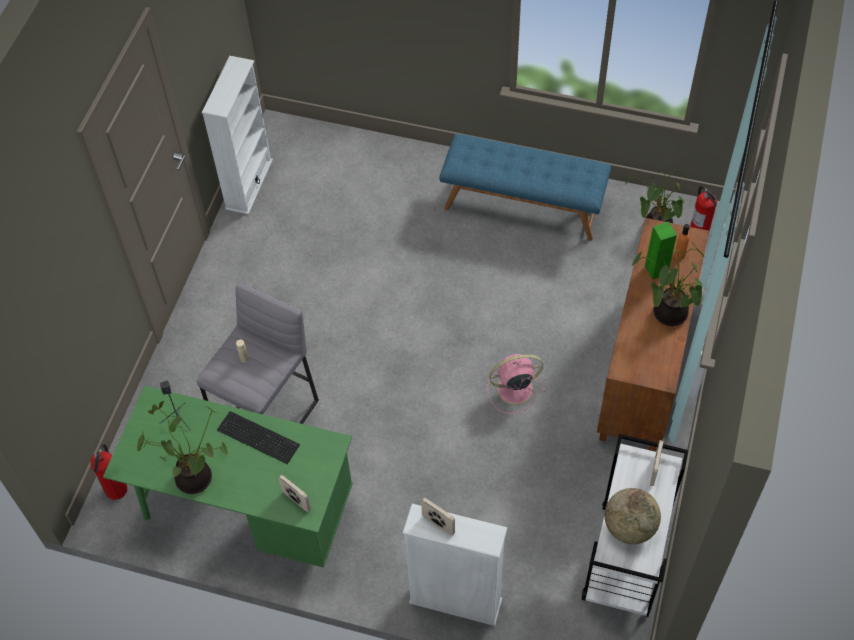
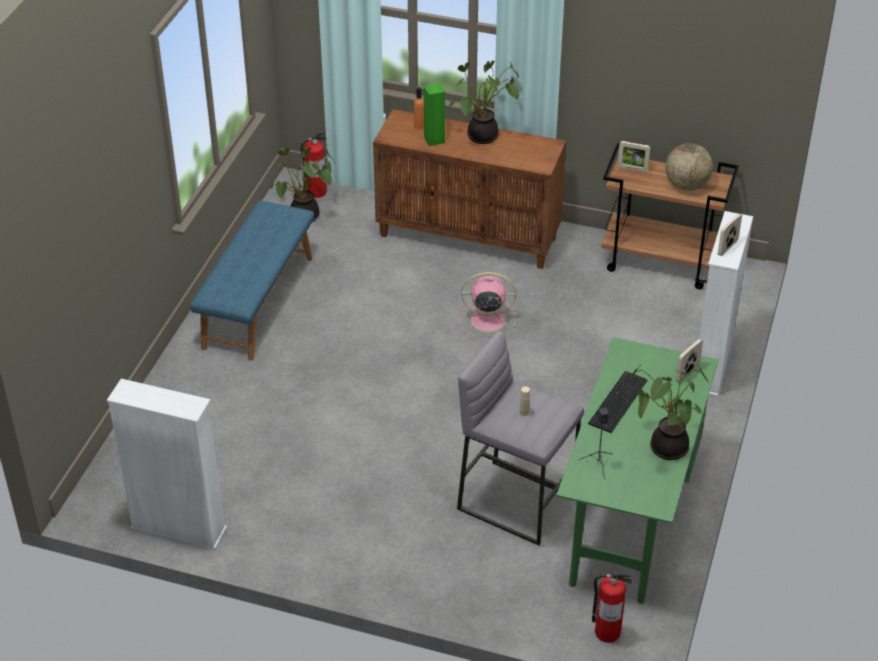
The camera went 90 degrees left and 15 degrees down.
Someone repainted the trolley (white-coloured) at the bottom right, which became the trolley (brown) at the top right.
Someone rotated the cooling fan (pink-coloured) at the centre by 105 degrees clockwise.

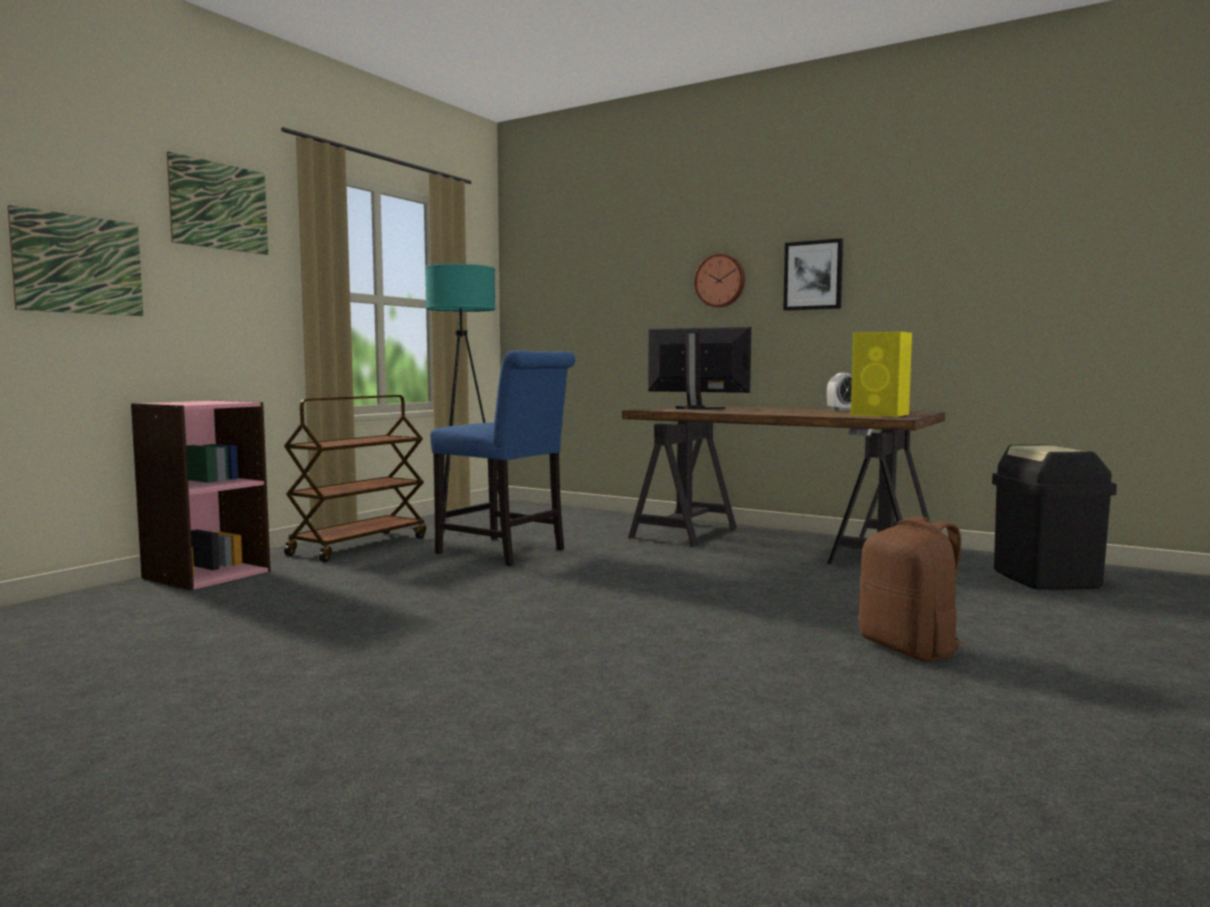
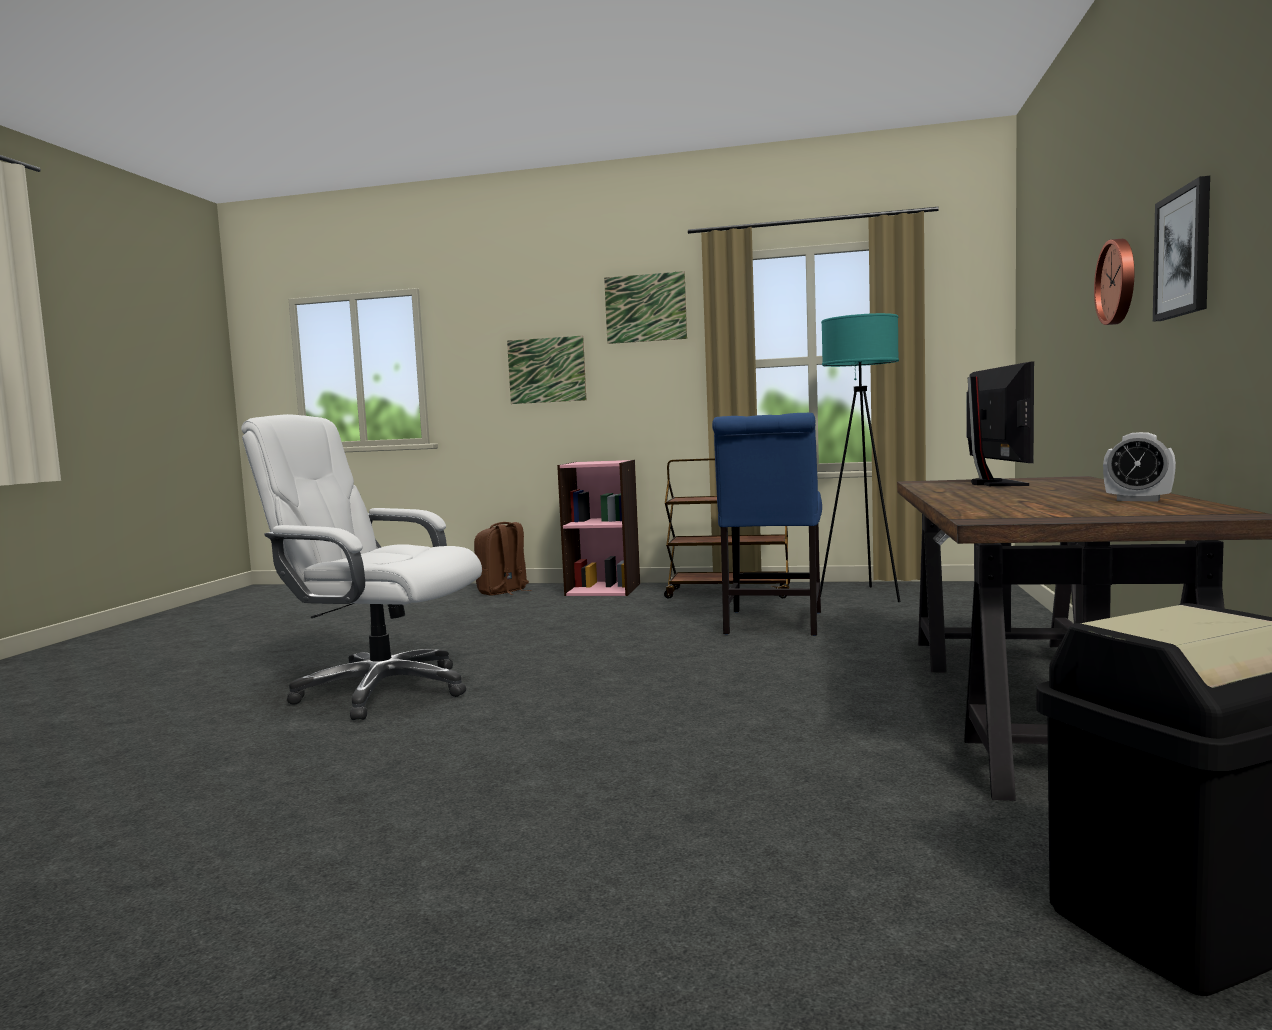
The camera went 70 degrees right and 0 degrees up.
Someone took away the loudspeaker (yellow) at the middle right.
Someone put down the desk chair (white-coloured) at the middle left.
Someone carried the knapsack (brown) from the middle right to the centre.

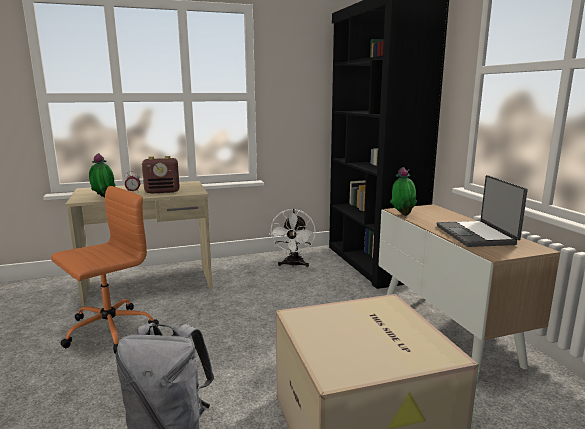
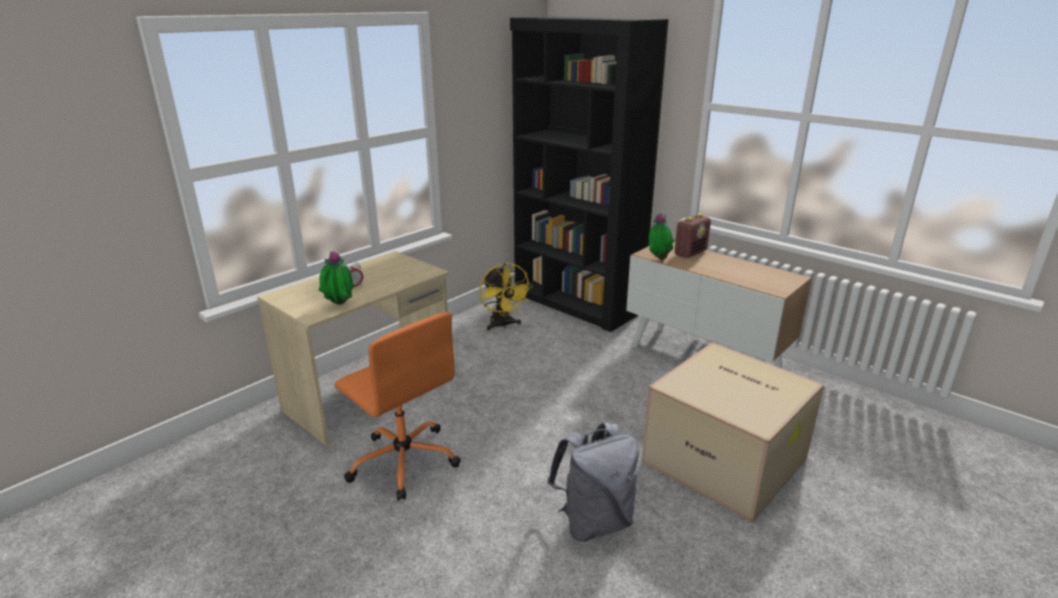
The camera went 30 degrees left and 10 degrees up.
Someone took away the portable computer at the middle right.
Someone carried the radio receiver from the middle left to the centre.
Someone repainted the cooling fan (white-coloured) at the centre, which became the cooling fan (yellow) at the centre.
Someone rotated the desk chair (orangey) at the middle left by 120 degrees clockwise.

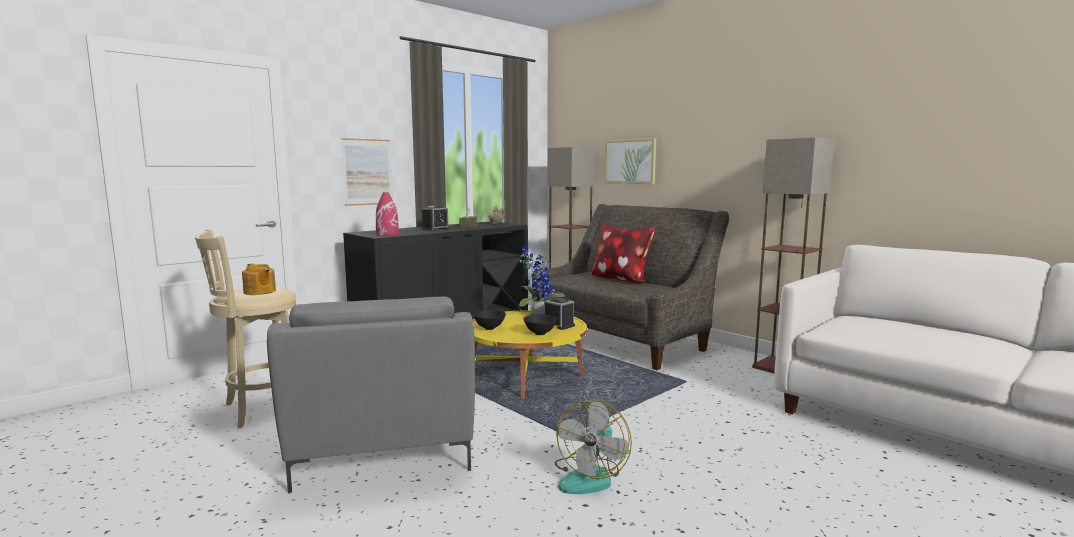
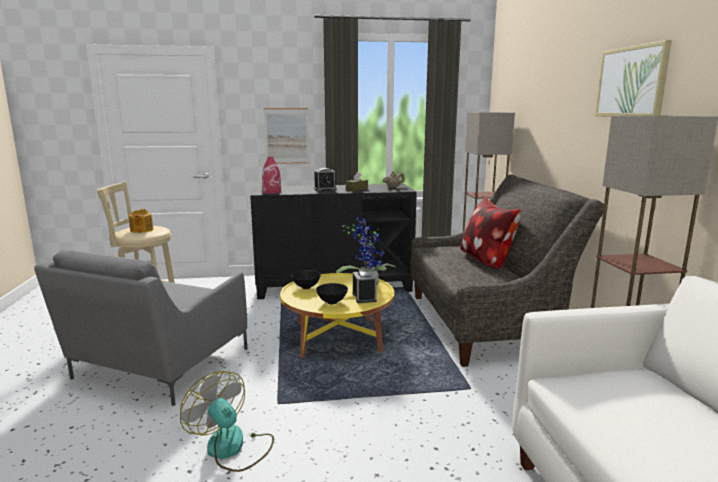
The camera went 35 degrees right and 5 degrees up.
Someone carried the wall picture (no. 2 from left) from the top centre to the top right.
Someone rotated the cooling fan at the bottom centre by 75 degrees clockwise.

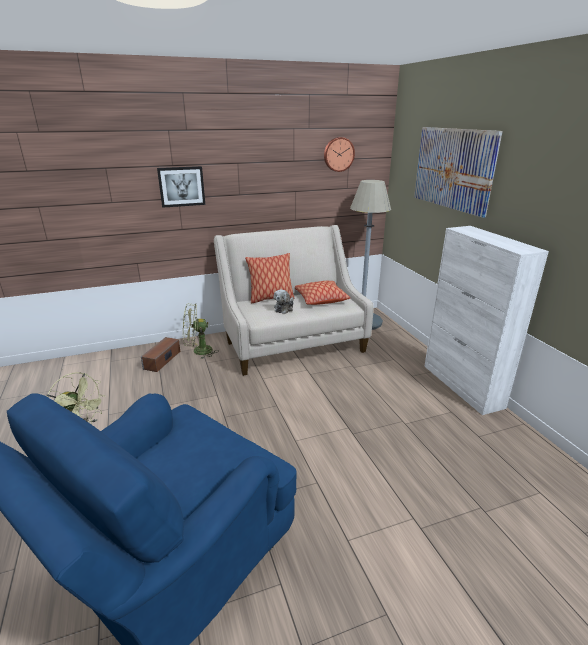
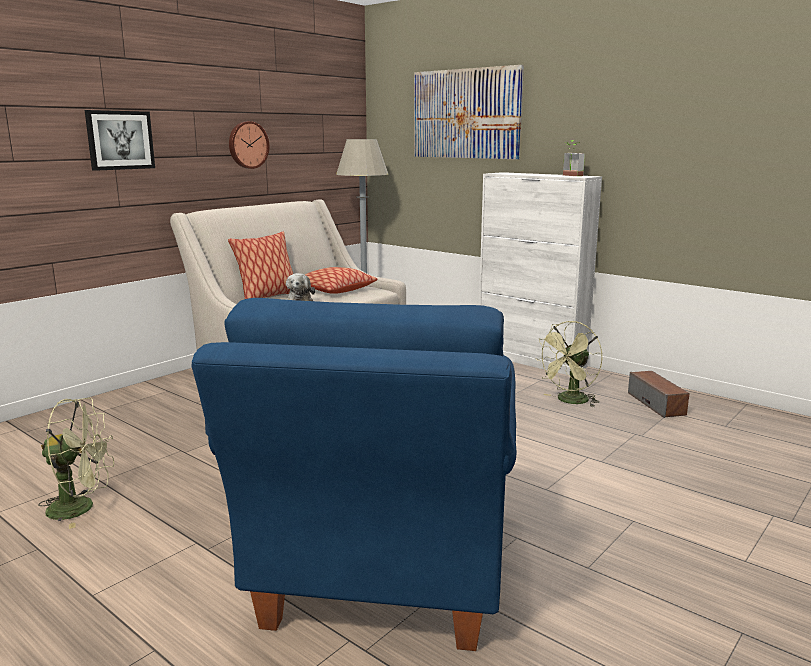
The camera went 30 degrees left and 10 degrees down.
Someone put down the potted plant at the top right.
Someone carried the loudspeaker from the middle left to the middle right.
Someone carried the cooling fan (greenish) (no. 2 from left) from the centre to the middle right.
Someone carried the clock on the wall from the top centre to the top left.

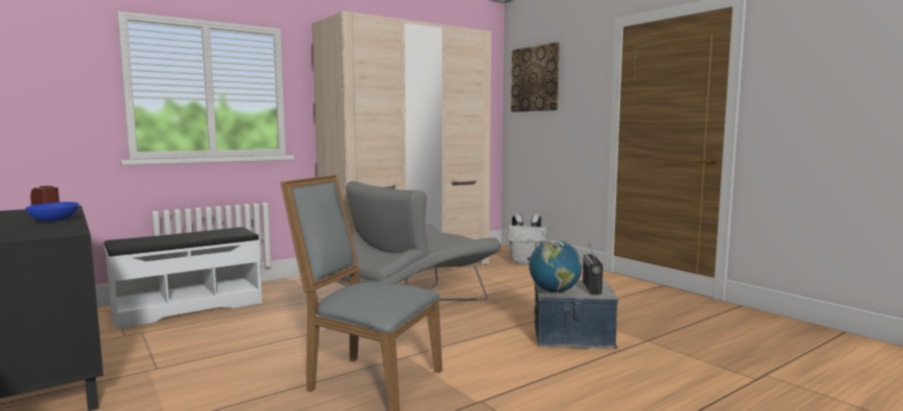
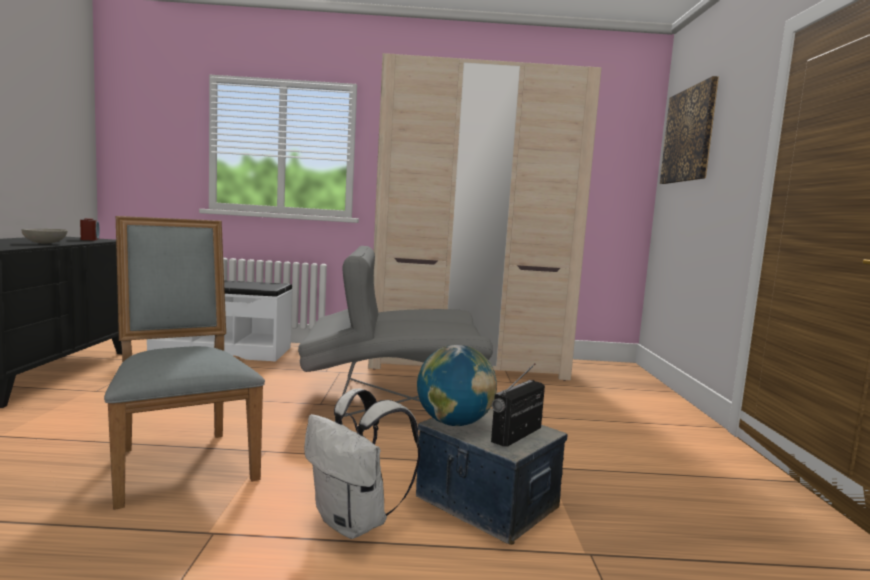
The camera went 35 degrees right and 0 degrees up.
Someone carried the knapsack (white-coloured) from the centre to the bottom centre.
Someone repainted the serving bowl (blue) at the middle left, which became the serving bowl (gray) at the middle left.

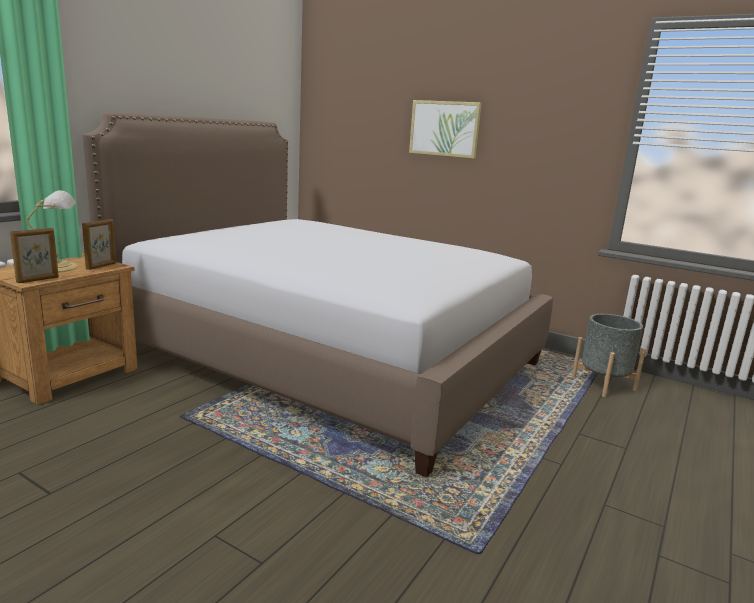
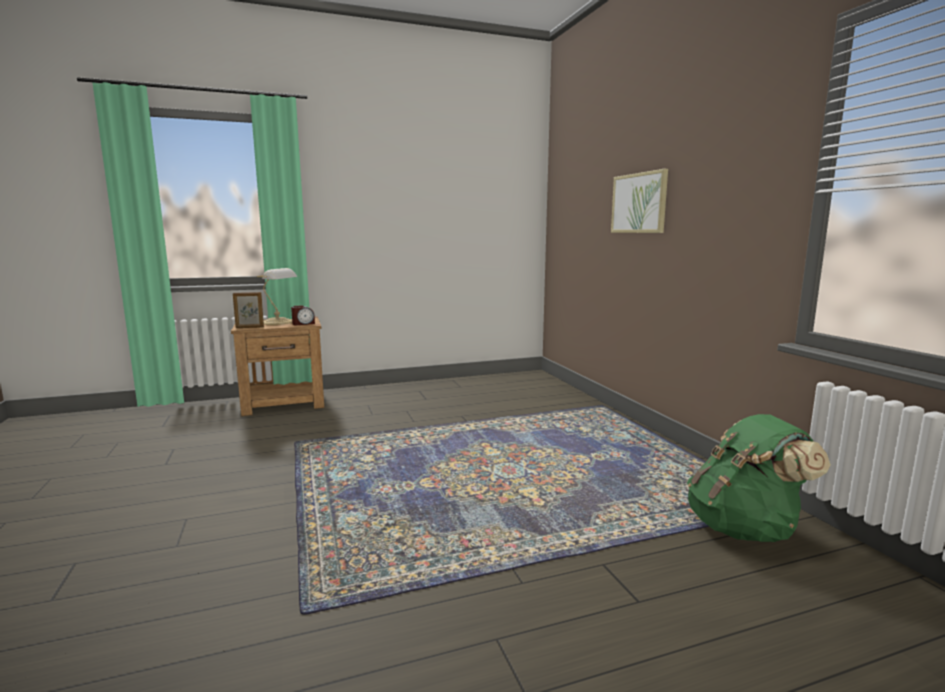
The camera went 40 degrees right and 5 degrees down.
Someone took away the sleeping bed at the centre.
Someone swapped the picture frame (no. 2 from left) at the middle left for the table clock at the middle left.
Someone swapped the planter (gray) at the middle right for the knapsack (greenish) at the bottom right.

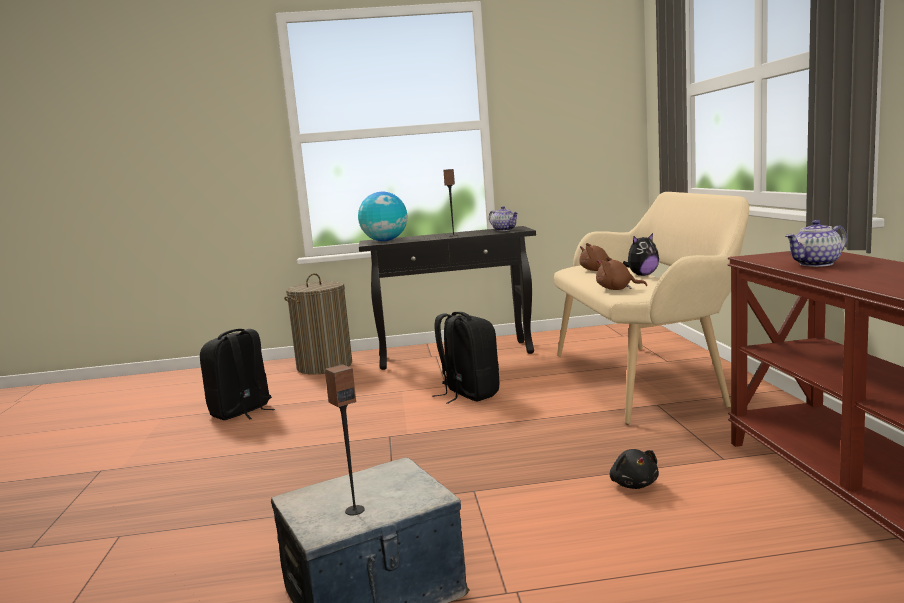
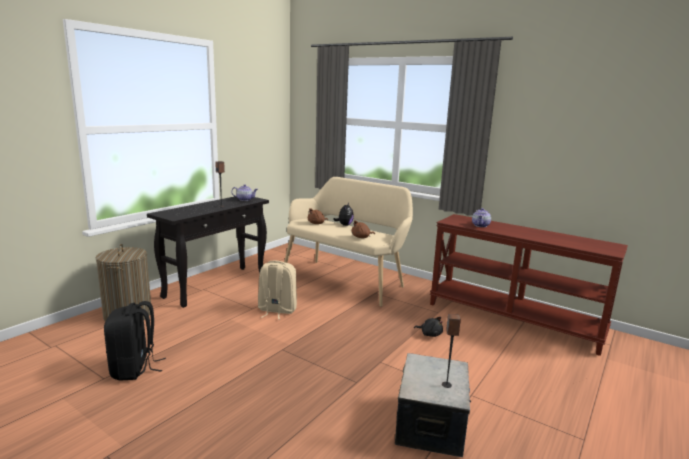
The camera went 50 degrees left and 5 degrees up.
Someone took away the desk globe at the centre.
Someone repainted the knapsack (black) (no. 2 from left) at the centre, which became the knapsack (sand-coloured) at the centre.

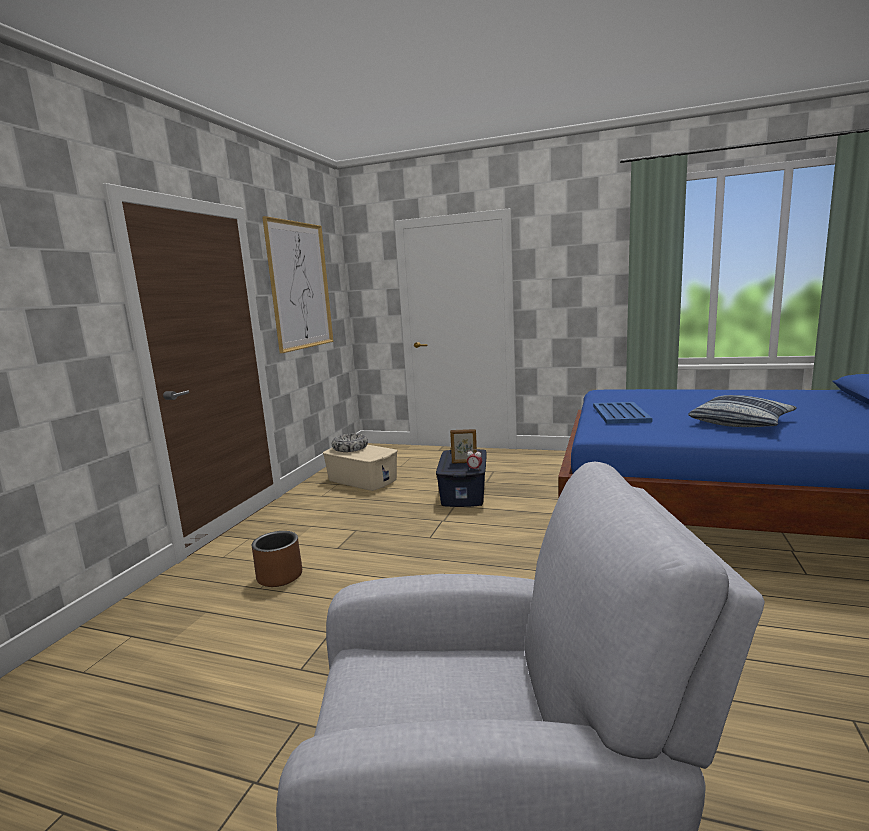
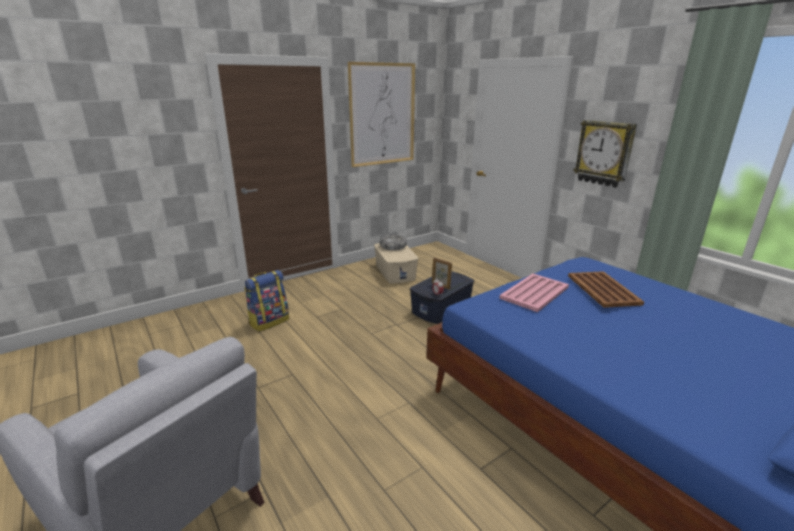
The camera went 35 degrees right and 10 degrees up.
Someone took away the cushion at the middle right.
Someone put down the serving tray (brown) at the middle right.
Someone put up the clock on the wall at the top right.
Someone swapped the planter (brown) at the bottom left for the knapsack at the centre.
Someone repainted the serving tray (blue) at the middle right, which became the serving tray (pink-coloured) at the middle right.

